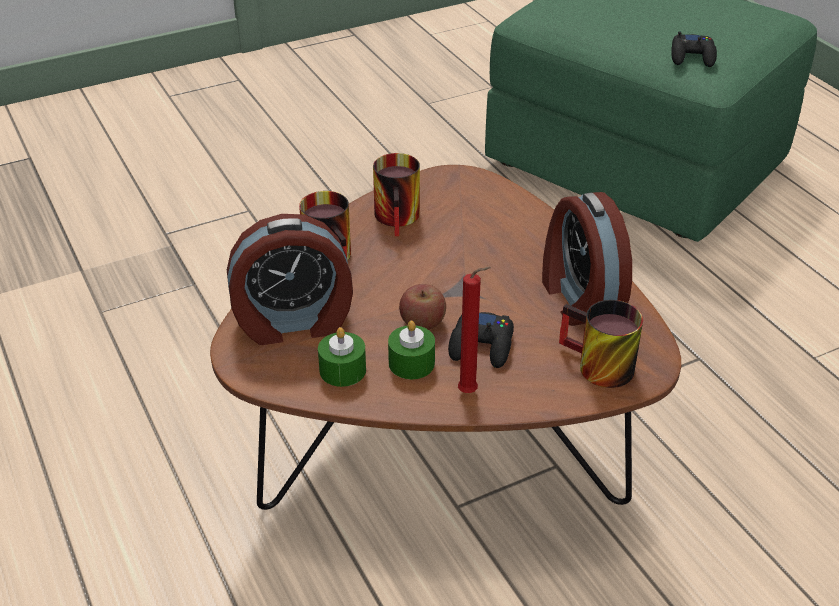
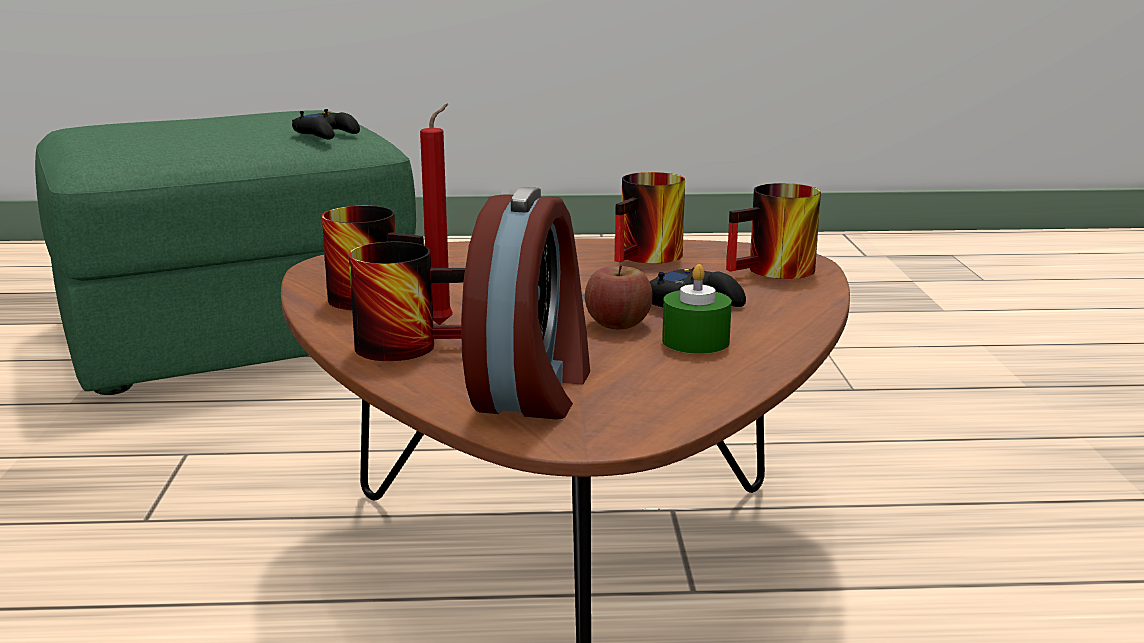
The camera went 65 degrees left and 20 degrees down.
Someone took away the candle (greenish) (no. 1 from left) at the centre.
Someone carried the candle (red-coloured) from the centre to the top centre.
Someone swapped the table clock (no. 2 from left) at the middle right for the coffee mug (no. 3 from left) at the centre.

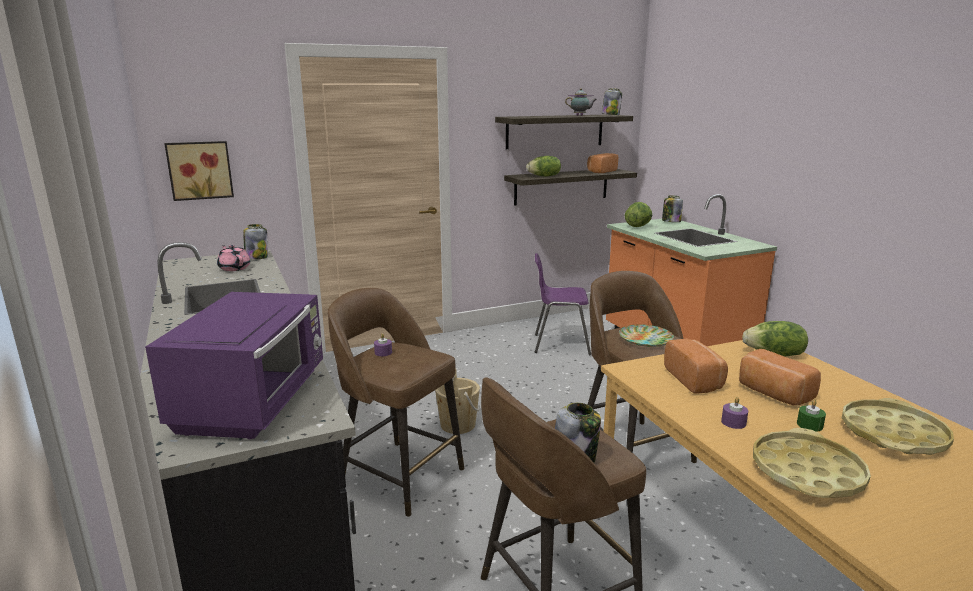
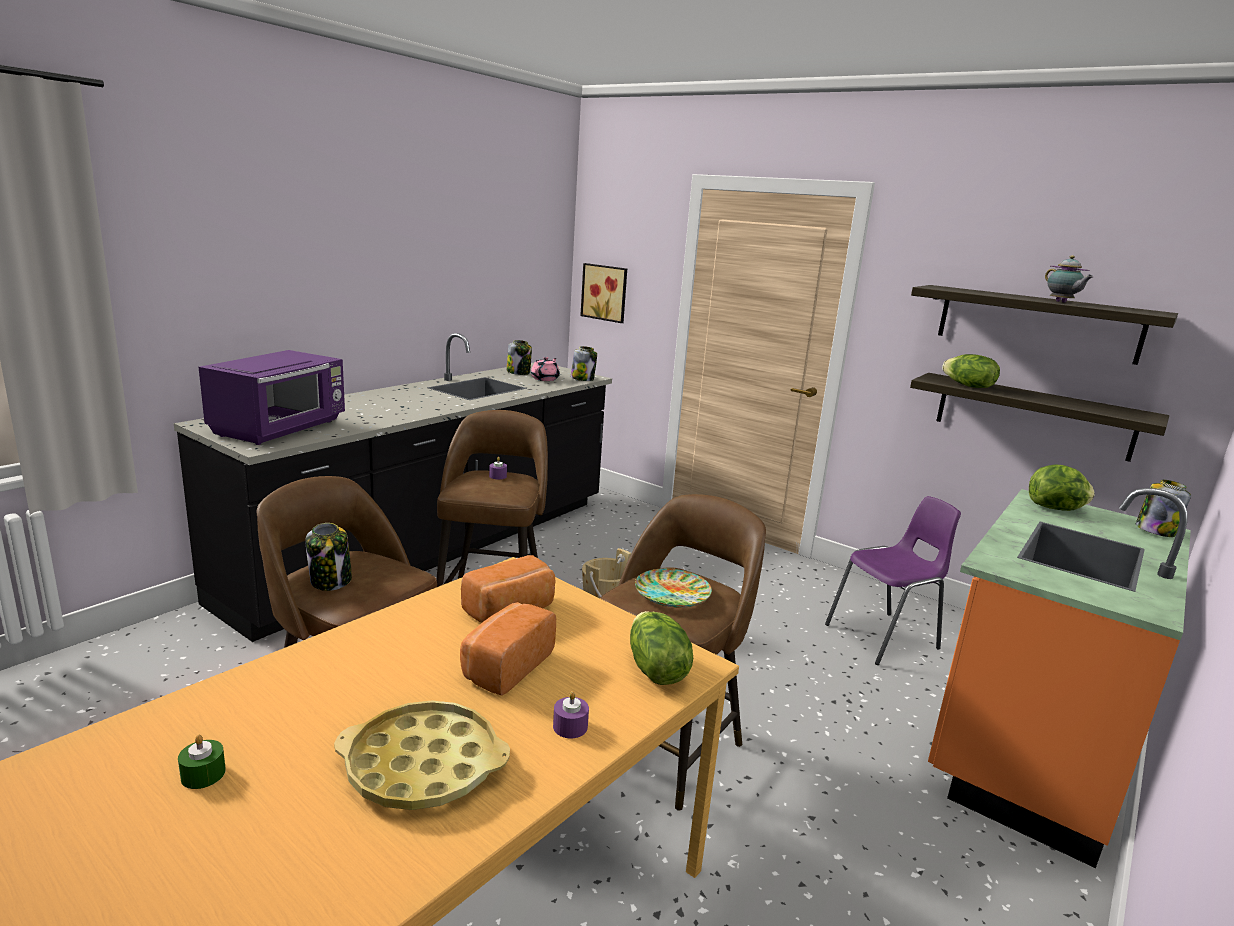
The camera went 60 degrees right and 0 degrees up.
Someone took away the bakery bread (no. 1 from left) at the top centre.
Someone took away the serving tray (yellow) (no. 1 from left) at the bottom right.
Someone carried the storage jar (no. 3 from left in the first image) from the top centre to the centre.
Someone carried the candle (purplish) (no. 2 from left) from the bottom right to the bottom centre.
Someone carried the candle (greenish) from the bottom right to the bottom left.
Someone rotated the microwave oven (purplish) at the middle left by 45 degrees counterclockwise.
Someone rotated the chair (purplish) at the centre by 90 degrees clockwise.

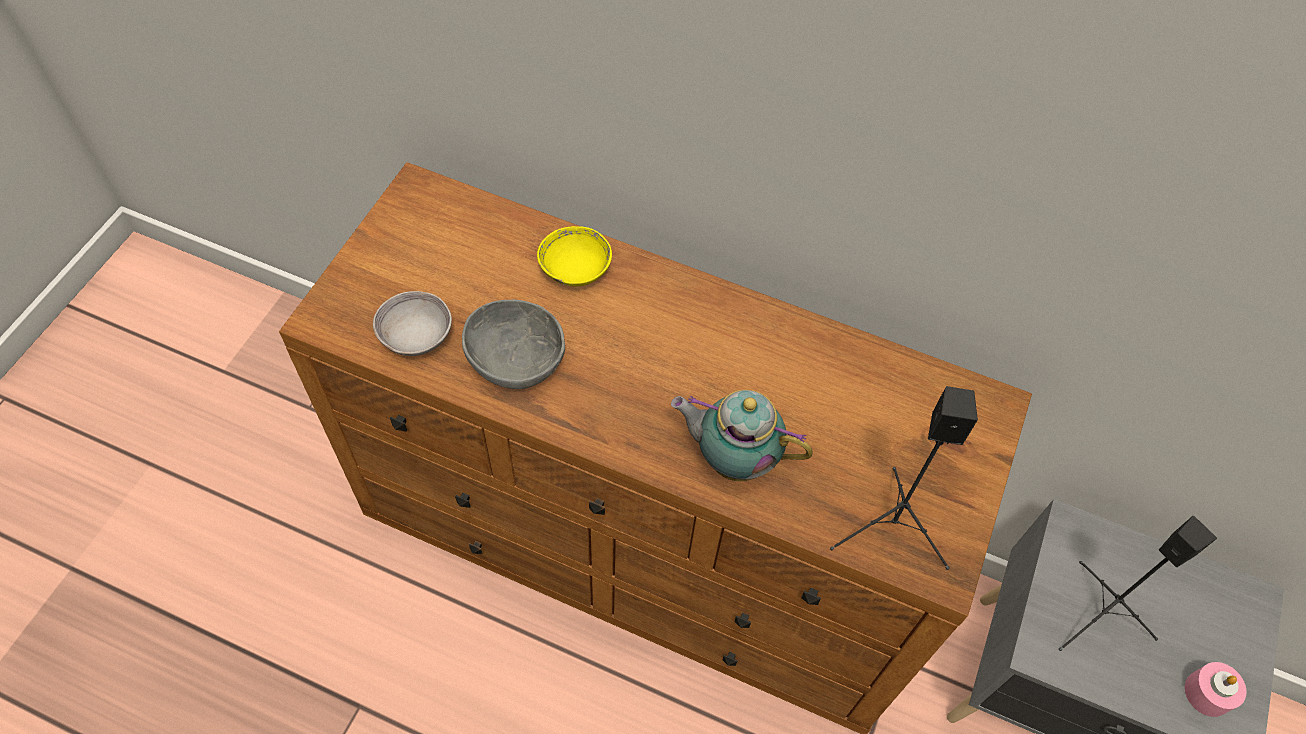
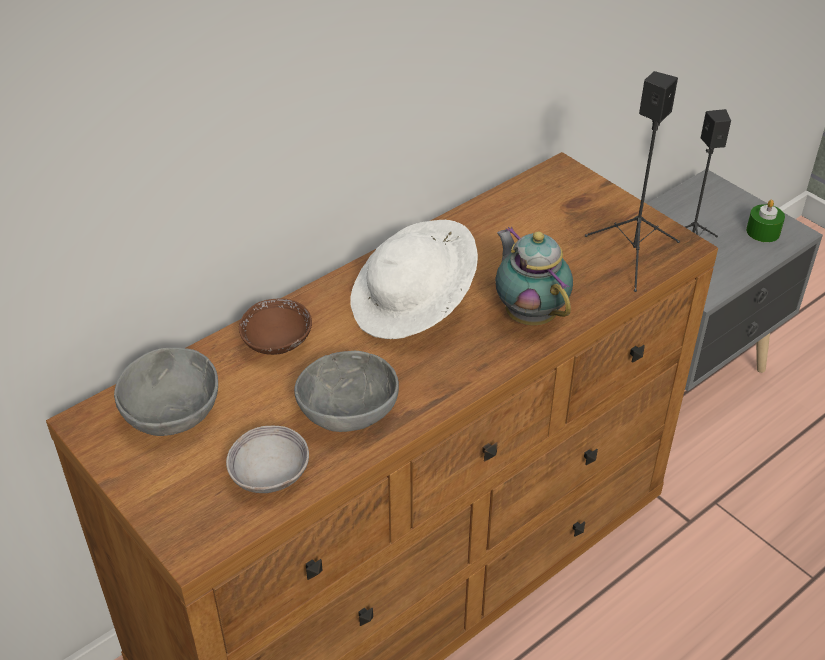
The camera went 60 degrees left and 15 degrees down.
Someone put down the serving bowl (gray) (no. 1 from left) at the middle left.
Someone put down the clothing hat (white-coloured) at the centre.
Someone repainted the serving bowl (yellow) at the centre, which became the serving bowl (brown) at the centre.
Someone repainted the candle (pink-coloured) at the bottom right, which became the candle (greenish) at the middle right.
Someone rotated the teapot at the centre by 105 degrees clockwise.

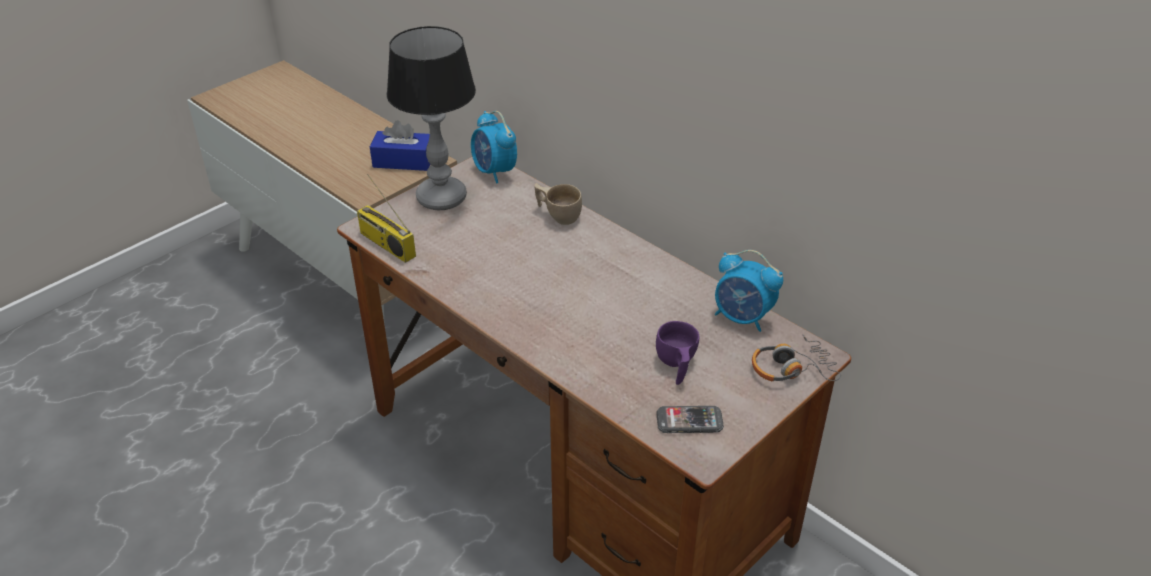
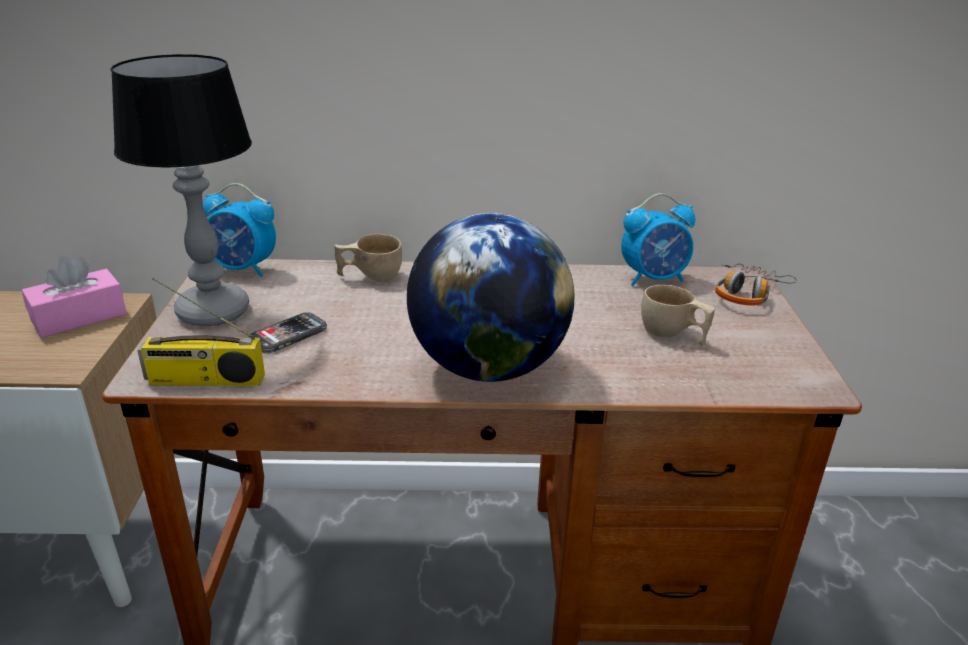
The camera went 45 degrees left and 10 degrees down.
Someone put down the desk globe at the centre.
Someone carried the phone from the bottom centre to the middle left.
Someone repainted the box of tissues (blue) at the top centre, which became the box of tissues (pink-coloured) at the middle left.
Someone repainted the drinking cup (purplish) at the centre, which became the drinking cup (sand-coloured) (no. 2 from left) at the middle right.

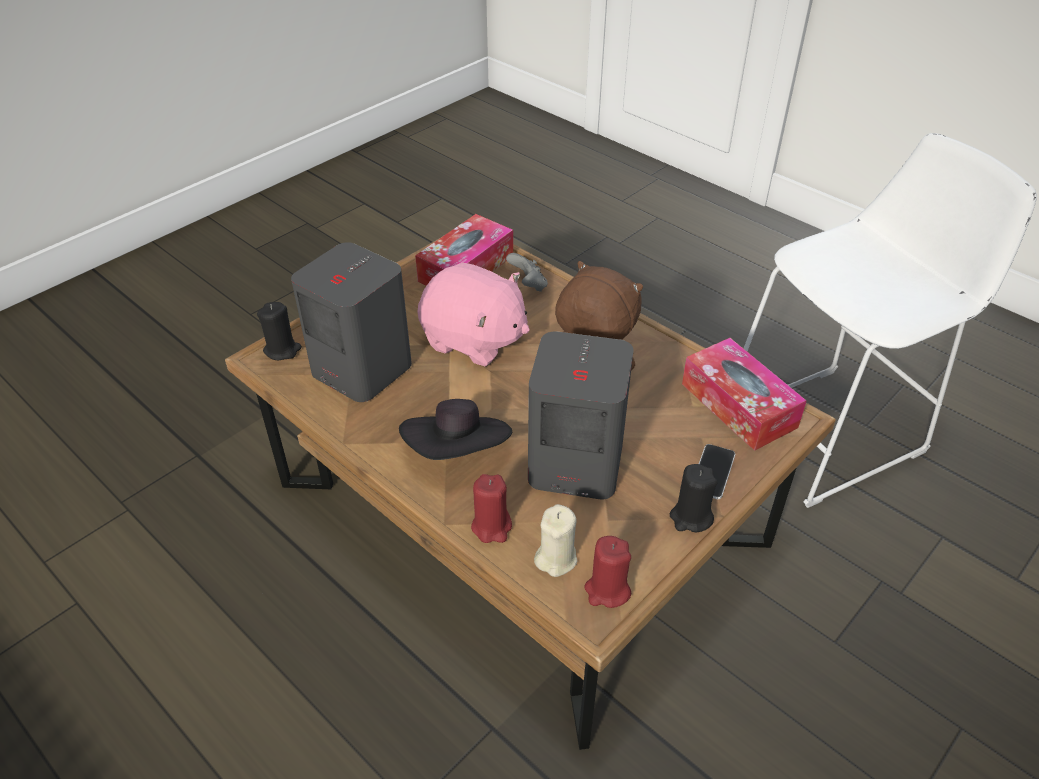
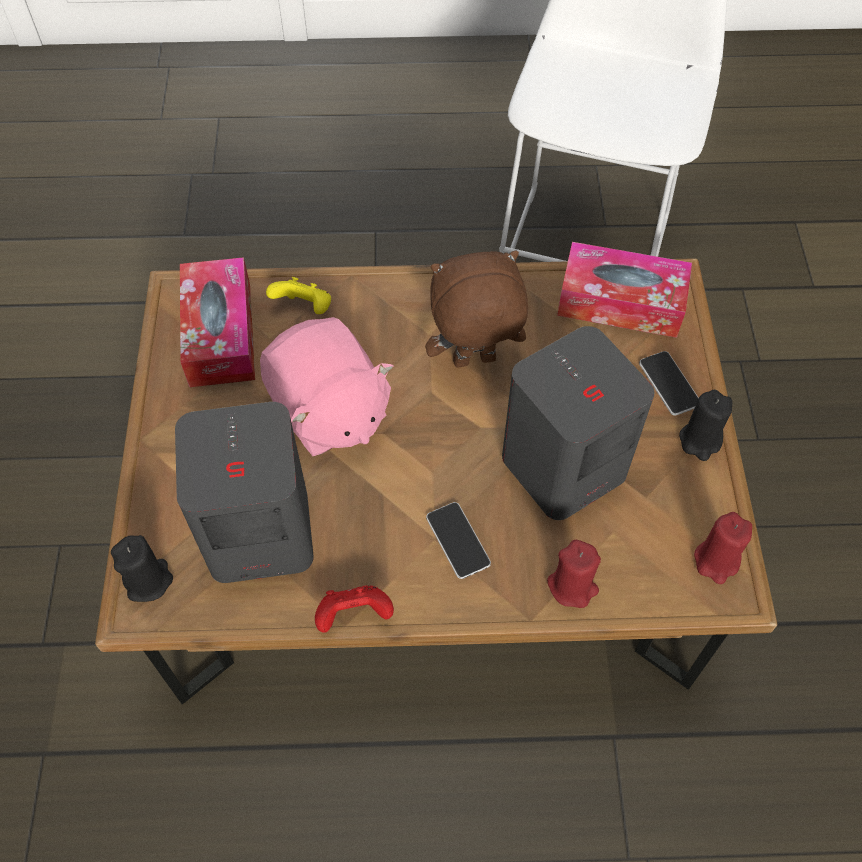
The camera went 45 degrees left and 15 degrees up.
Someone took away the candle (sand-coloured) at the bottom centre.
Someone put down the game controller (red-coloured) at the bottom centre.
Someone swapped the clothing hat (black) at the centre for the phone (no. 1 from left) at the centre.
Someone repainted the game controller (gray) at the centre, which became the game controller (yellow) at the centre.
Someone rotated the cuddly toy (pink-coloured) at the centre by 75 degrees clockwise.

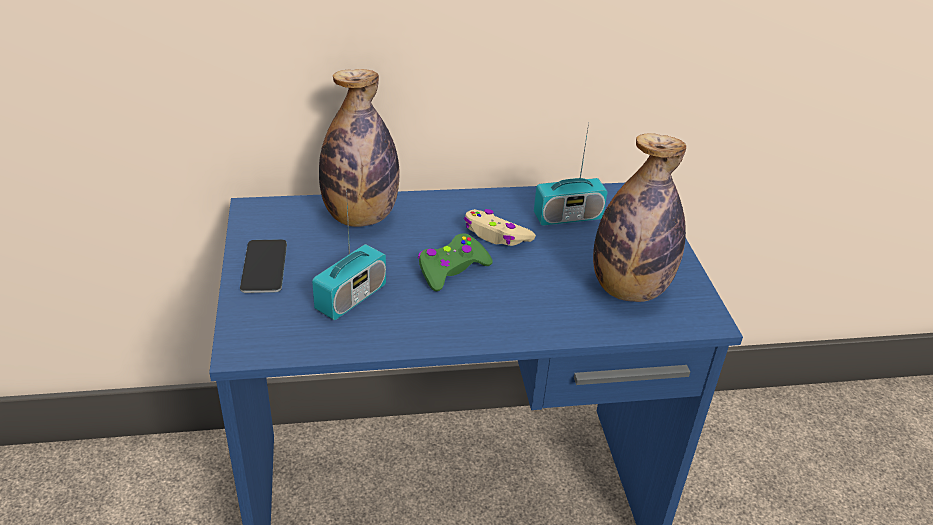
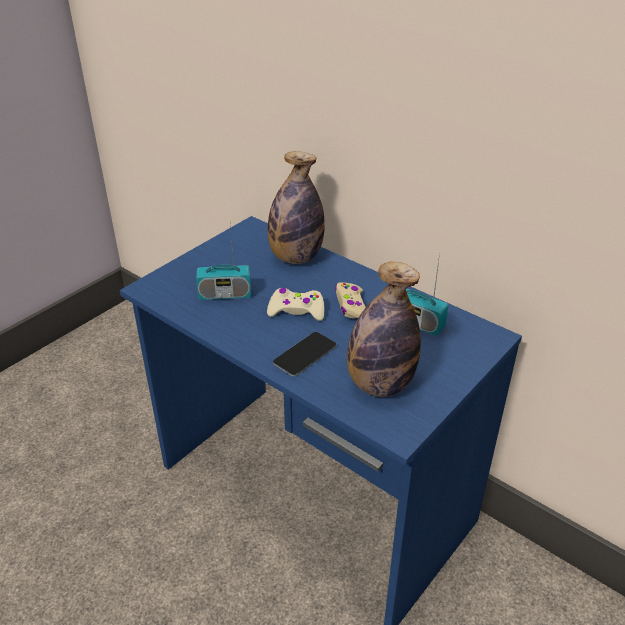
The camera went 50 degrees right and 0 degrees up.
Someone carried the phone from the middle left to the centre.
Someone repainted the game controller (greenish) at the centre, which became the game controller (sand-coloured) (no. 1 from left) at the centre.

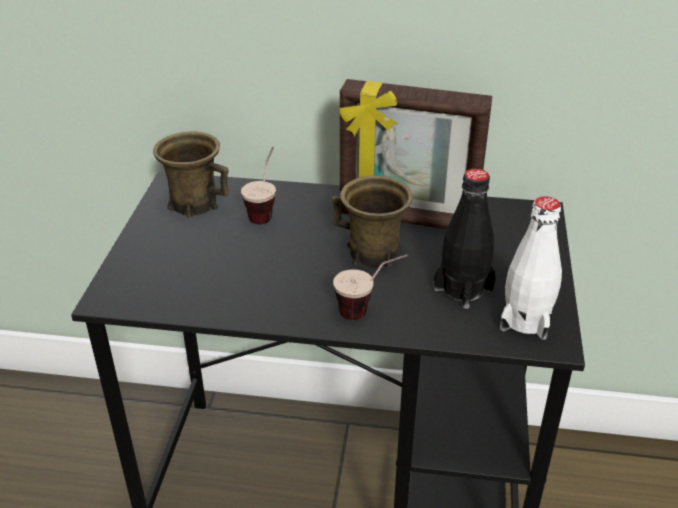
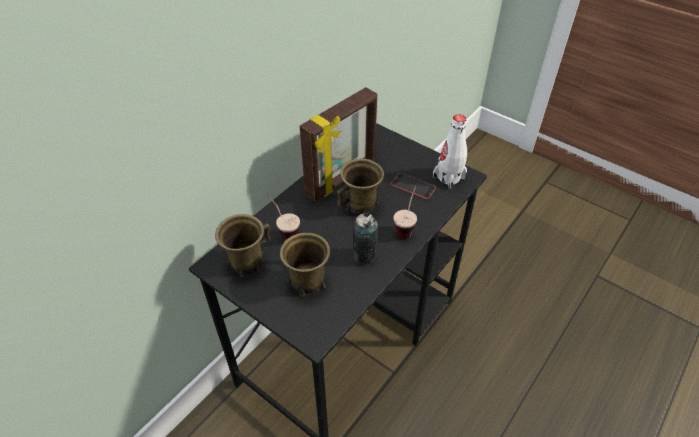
The camera went 60 degrees left and 10 degrees up.
Someone put down the coffee mug (brown) (no. 2 from left) at the centre.
Someone put down the can at the centre.
Someone swapped the bottle (black) at the middle right for the phone at the centre.

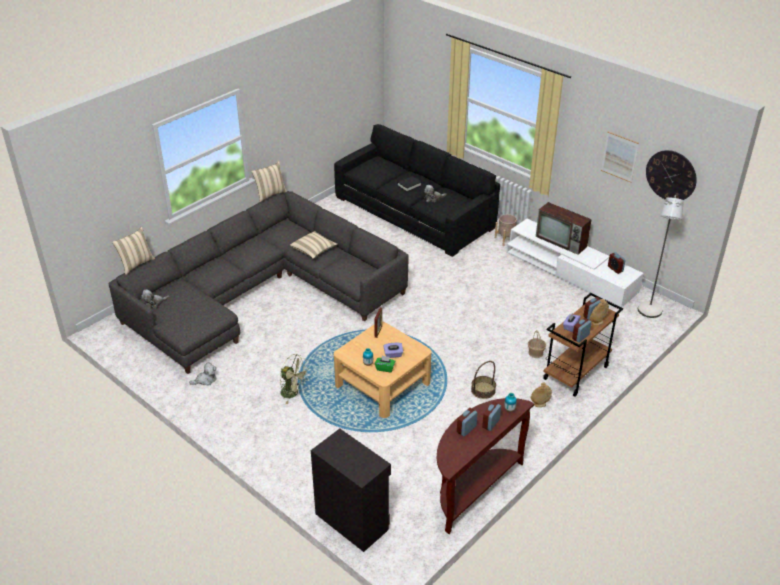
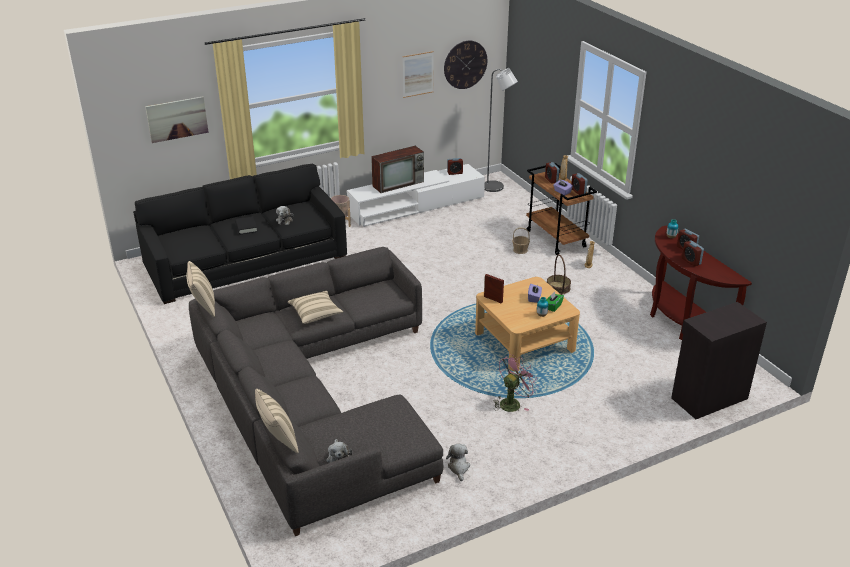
The camera went 70 degrees left and 5 degrees down.
Someone put up the wall picture (no. 1 from left) at the top left.
Someone repainted the cooling fan (greenish) at the centre, which became the cooling fan (pink-coloured) at the bottom centre.

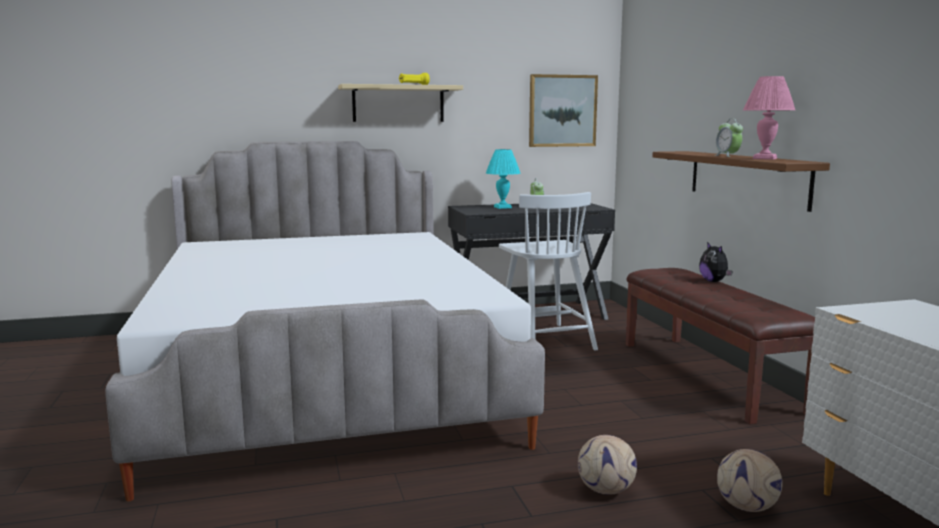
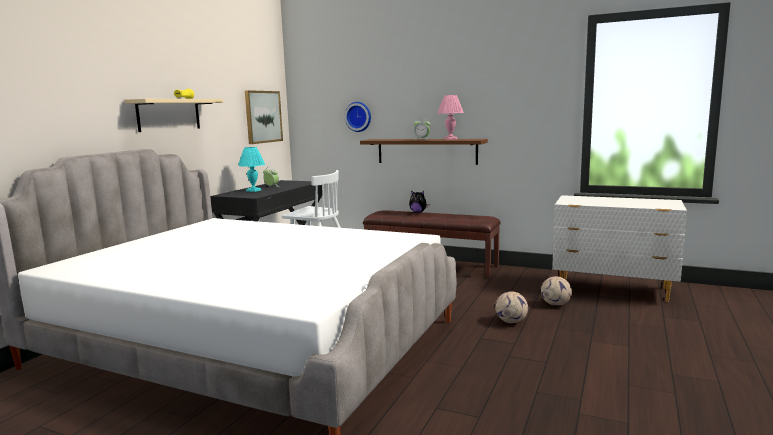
The camera went 50 degrees left and 0 degrees up.
Someone put up the clock on the wall at the top centre.

